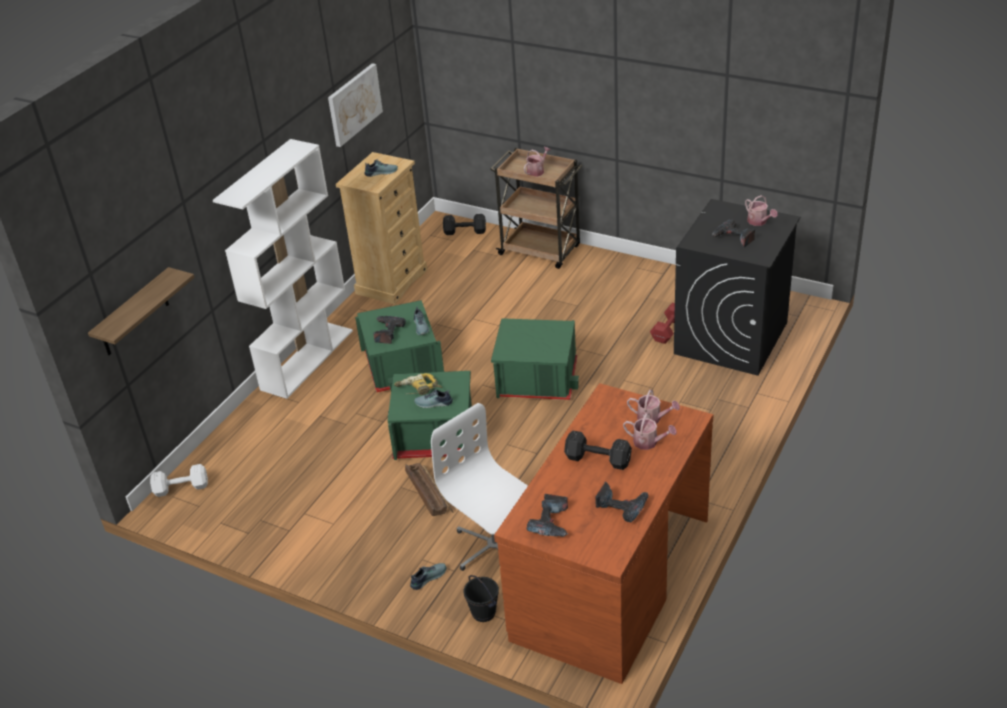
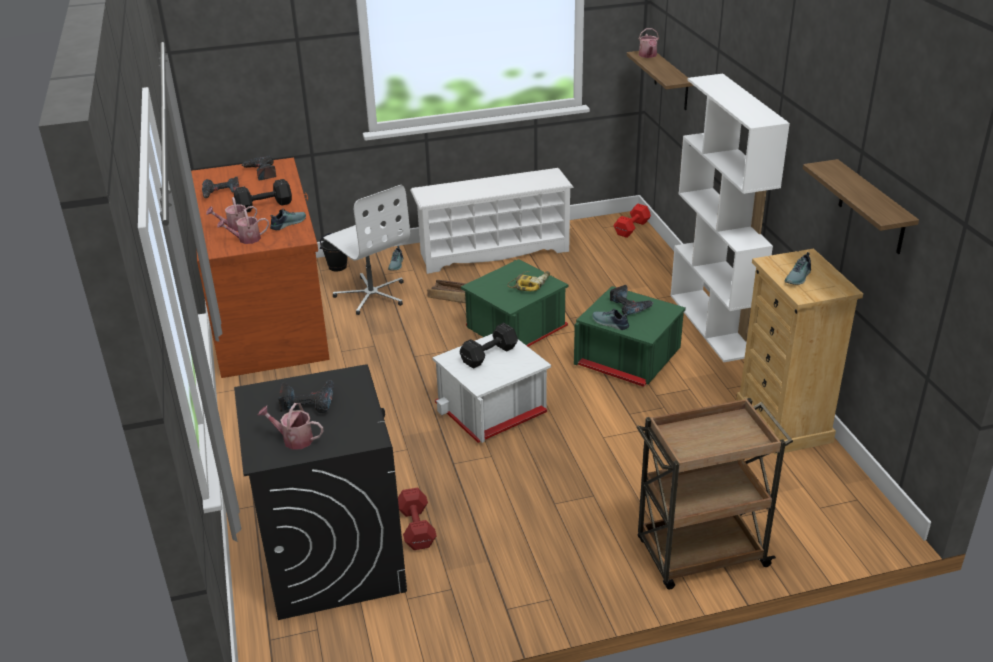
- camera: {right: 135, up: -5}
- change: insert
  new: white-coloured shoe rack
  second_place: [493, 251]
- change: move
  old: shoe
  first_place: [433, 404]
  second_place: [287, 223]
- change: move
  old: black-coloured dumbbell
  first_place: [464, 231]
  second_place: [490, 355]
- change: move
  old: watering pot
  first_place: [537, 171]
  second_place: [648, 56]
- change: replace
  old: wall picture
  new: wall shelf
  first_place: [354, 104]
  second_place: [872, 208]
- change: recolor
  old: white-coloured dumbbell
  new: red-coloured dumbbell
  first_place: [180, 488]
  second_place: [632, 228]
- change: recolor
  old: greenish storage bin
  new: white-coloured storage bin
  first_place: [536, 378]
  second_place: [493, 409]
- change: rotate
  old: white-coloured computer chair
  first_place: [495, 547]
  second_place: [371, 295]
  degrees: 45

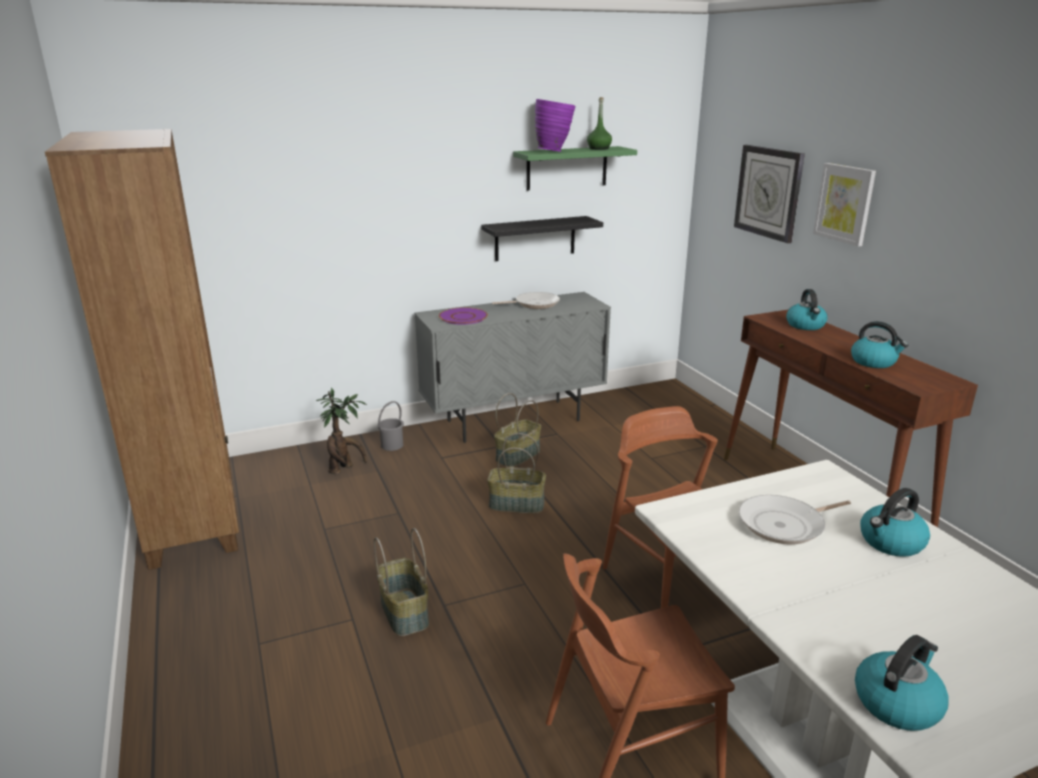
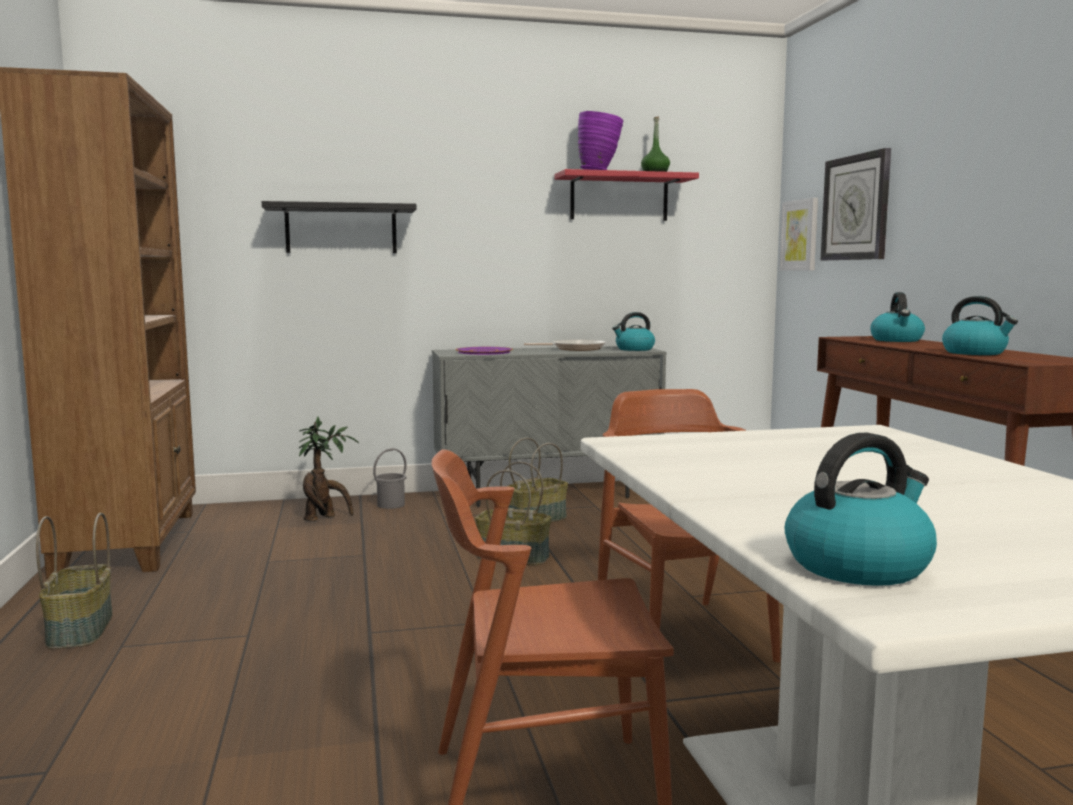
- camera: {right: 10, up: -15}
- change: delete
  old: skillet
  first_place: [785, 525]
- change: move
  old: basket
  first_place: [405, 612]
  second_place: [82, 630]
- change: move
  old: black-coloured wall shelf
  first_place: [535, 238]
  second_place: [341, 229]
- change: move
  old: wall picture
  first_place: [844, 203]
  second_place: [800, 235]
- change: move
  old: tea kettle
  first_place: [891, 542]
  second_place: [634, 349]
- change: recolor
  old: greenish wall shelf
  new: red-coloured wall shelf
  first_place: [567, 168]
  second_place: [619, 197]

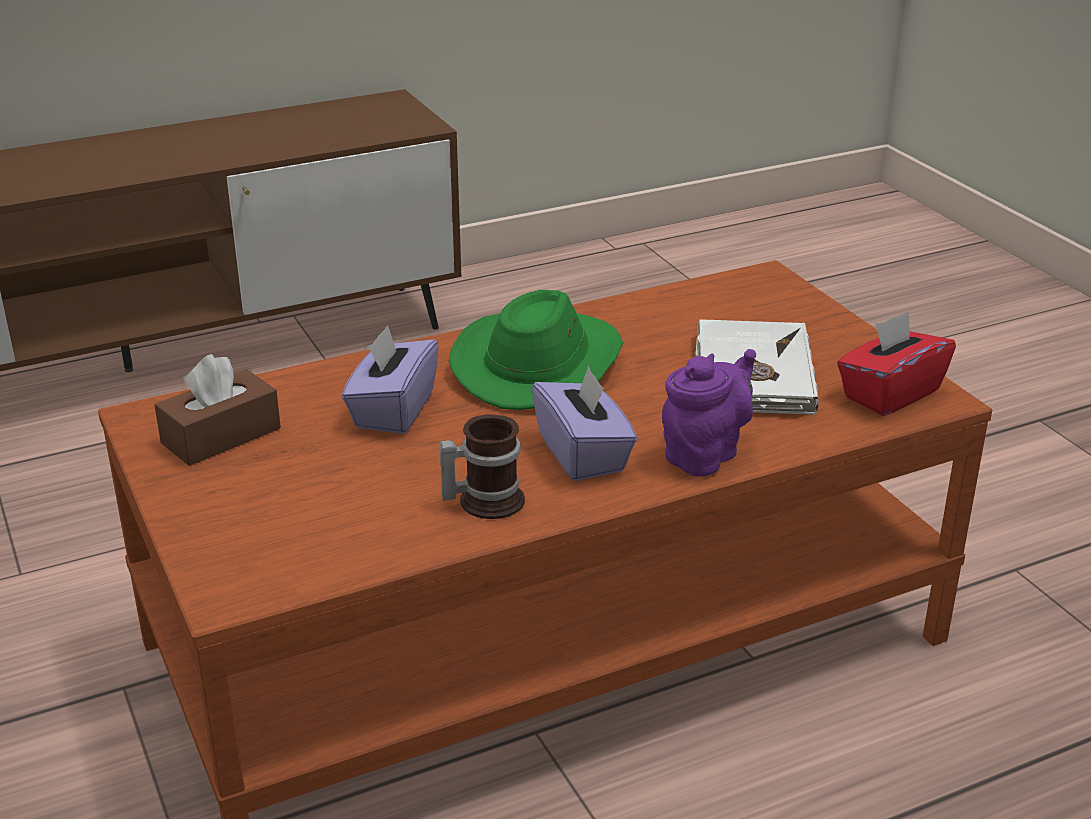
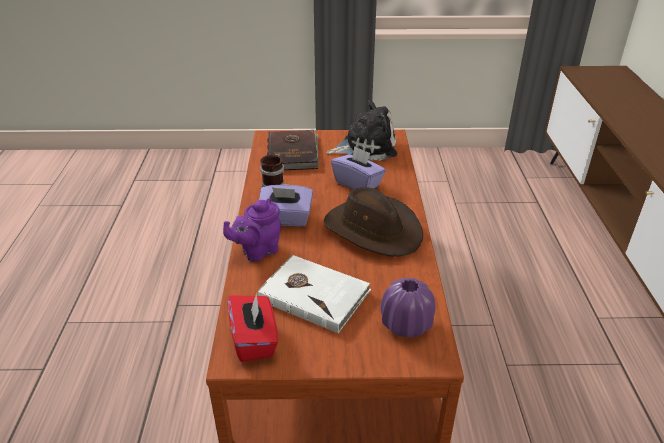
- camera: {right: 115, up: 5}
- change: insert
  new: brown volume
  second_place: [293, 152]
- change: insert
  new: purple vase
  second_place: [406, 324]
- change: replace
  old: brown tissue box
  new: soft toy
  first_place: [221, 436]
  second_place: [365, 147]
- change: recolor
  old: greenish wearable hat
  new: brown wearable hat
  first_place: [538, 364]
  second_place: [373, 229]
- change: rotate
  old: purple teapot
  first_place: [705, 454]
  second_place: [257, 251]
  degrees: 75

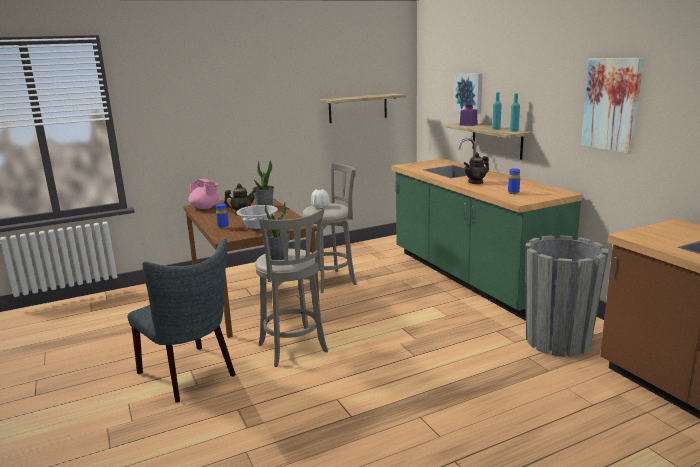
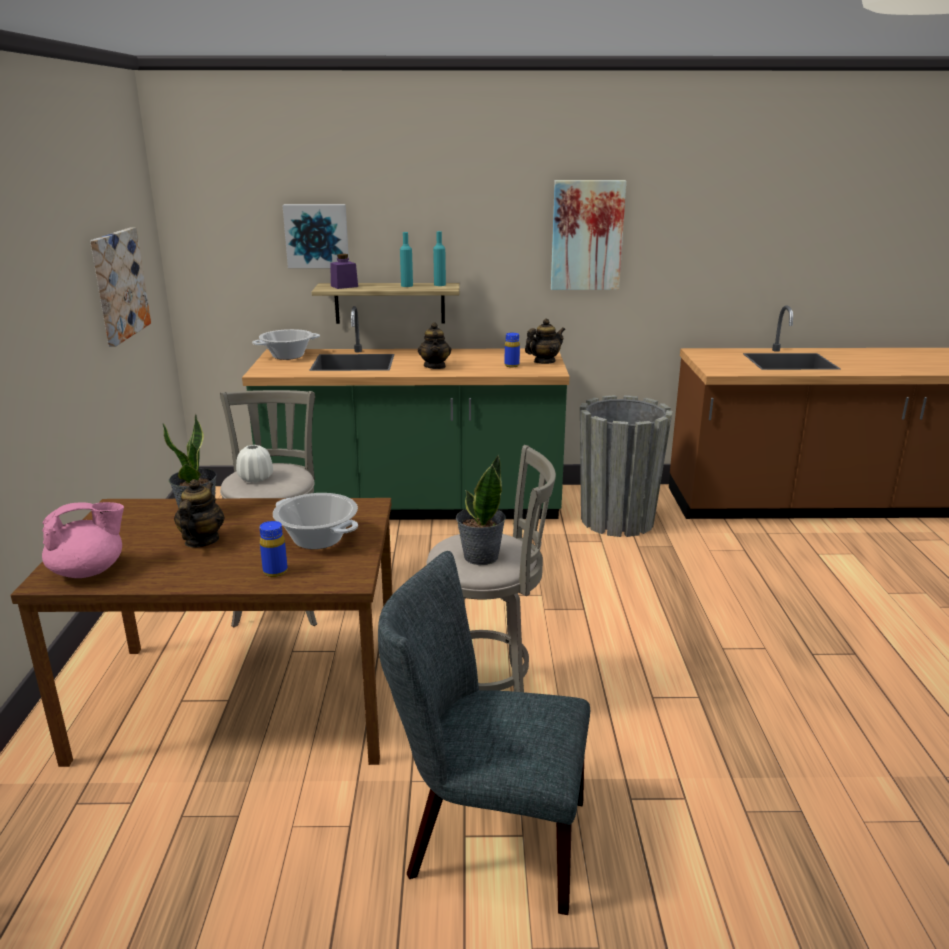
- camera: {right: -65, up: 5}
- change: insert
  new: saucepot
  second_place: [288, 356]
- change: insert
  new: teapot
  second_place: [544, 362]
- change: replace
  old: wall shelf
  new: wall picture
  first_place: [358, 108]
  second_place: [118, 285]
- change: rotate
  old: greyish chair
  first_place: [191, 375]
  second_place: [485, 838]
  degrees: -150

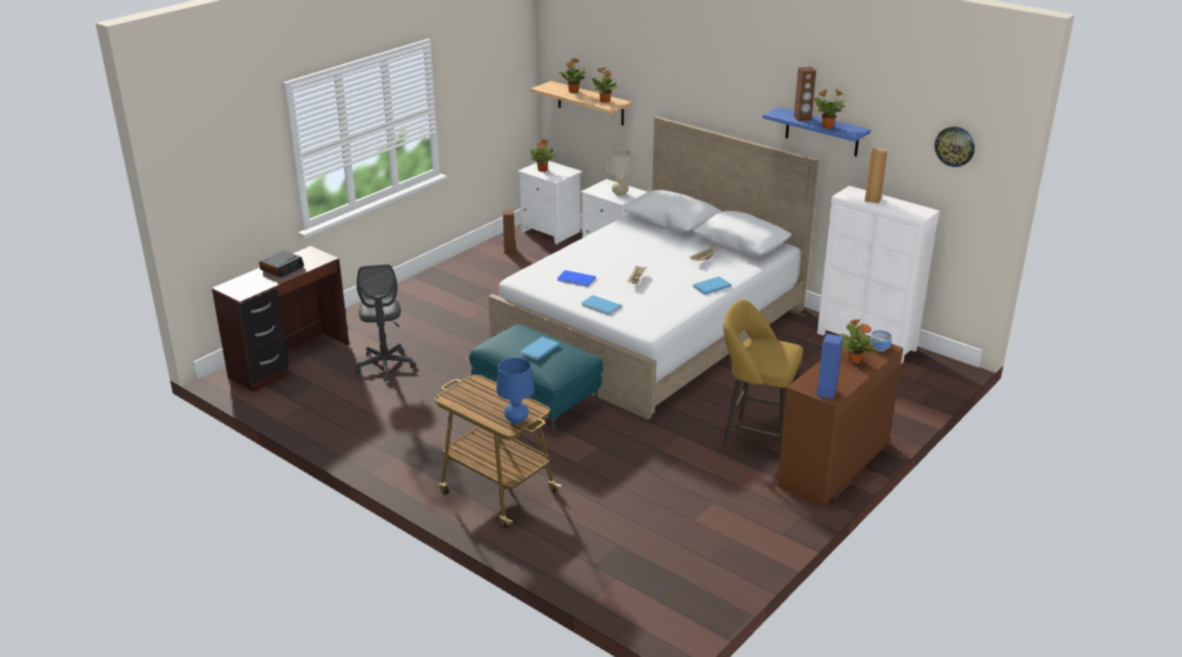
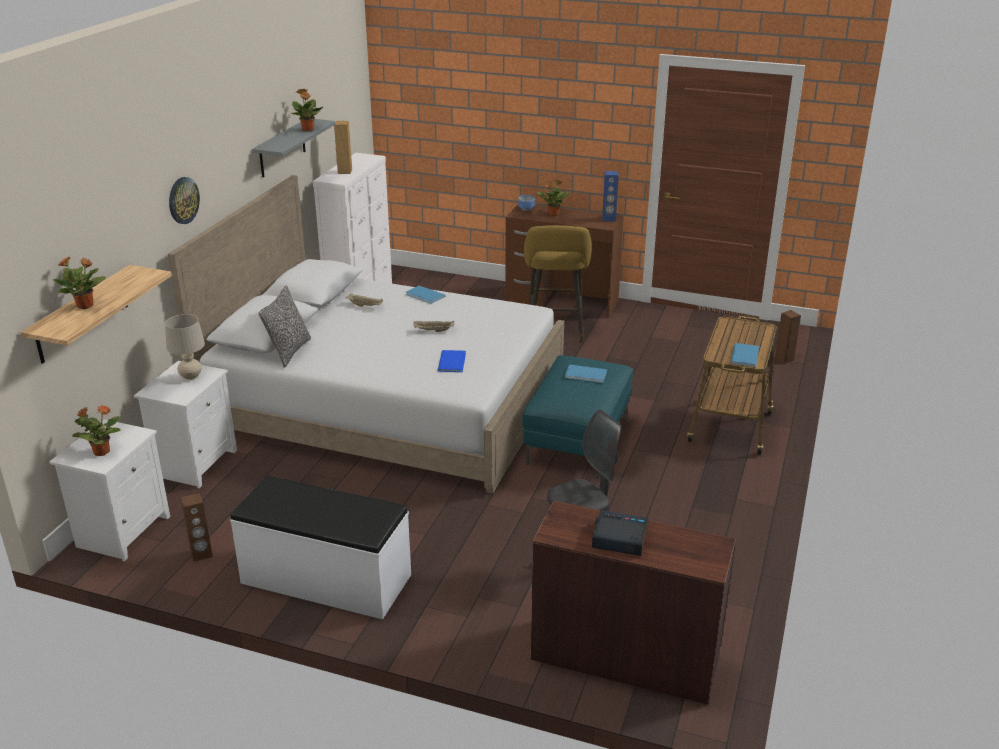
- camera: {right: -110, up: 0}
- change: delete
  old: blue-coloured table lamp
  first_place: [516, 420]
- change: delete
  old: potted plant
  first_place: [605, 101]
- change: insert
  new: white-coloured indoor bench
  second_place: [325, 579]
- change: insert
  new: cushion
  second_place: [289, 351]
- change: move
  old: blue-coloured volume
  first_place: [601, 306]
  second_place: [746, 355]
- change: move
  old: brown audio speaker
  first_place: [802, 118]
  second_place: [784, 359]
- change: move
  old: wall clock
  first_place: [955, 146]
  second_place: [183, 200]
- change: recolor
  old: blue-coloured wall shelf
  new: greyish wall shelf
  first_place: [822, 132]
  second_place: [282, 148]

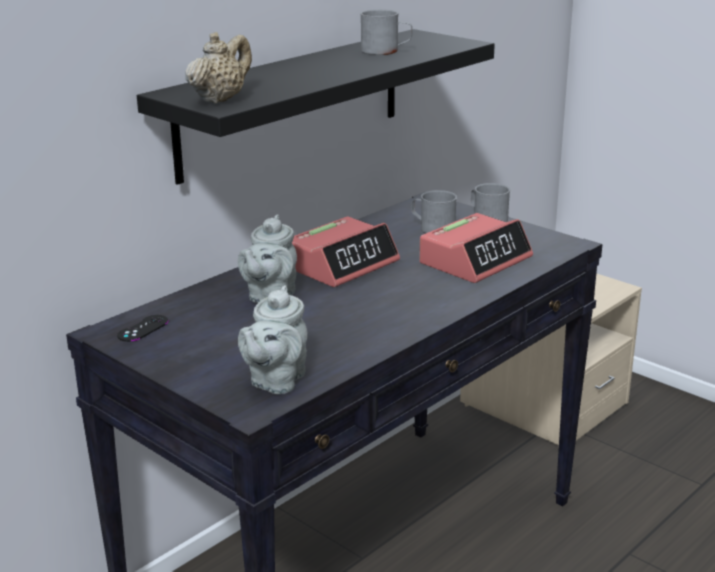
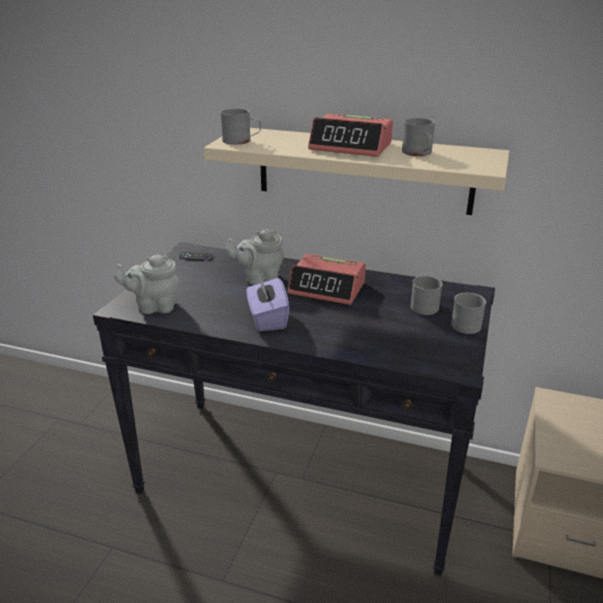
- camera: {right: 65, up: 5}
- change: insert
  new: purple tissue box
  second_place: [267, 319]
- change: move
  old: alarm clock
  first_place: [475, 260]
  second_place: [351, 146]
- change: replace
  old: beige-coloured teapot
  new: greyish coffee mug
  first_place: [220, 99]
  second_place: [241, 141]
- change: recolor
  old: black-coloured wall shelf
  new: beige-coloured wall shelf
  first_place: [292, 103]
  second_place: [363, 170]

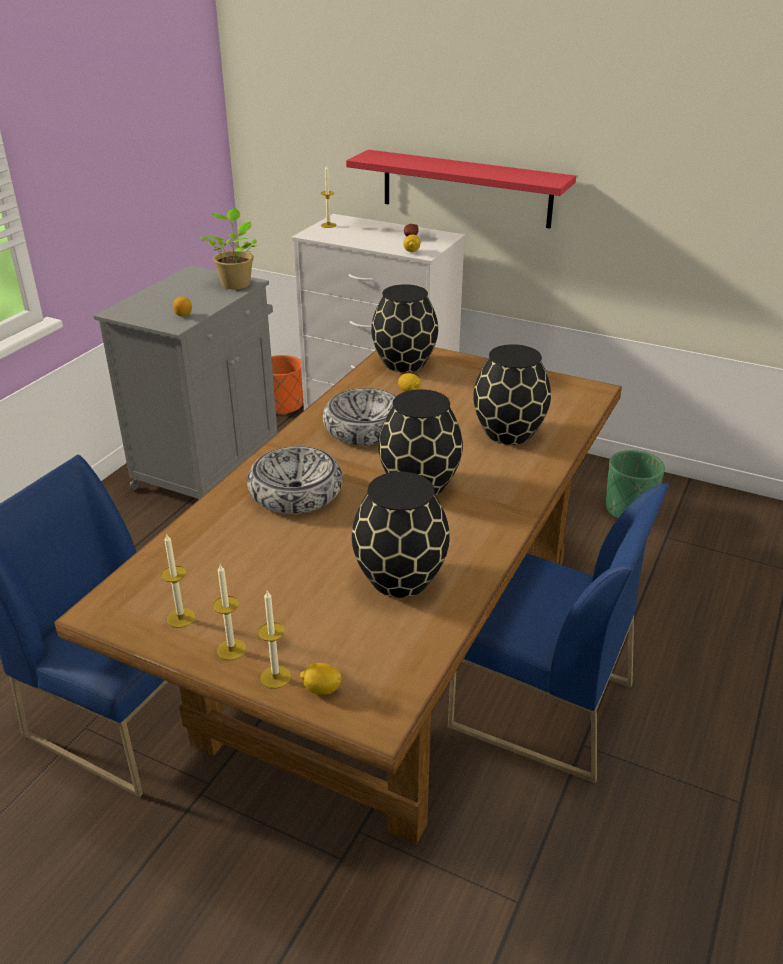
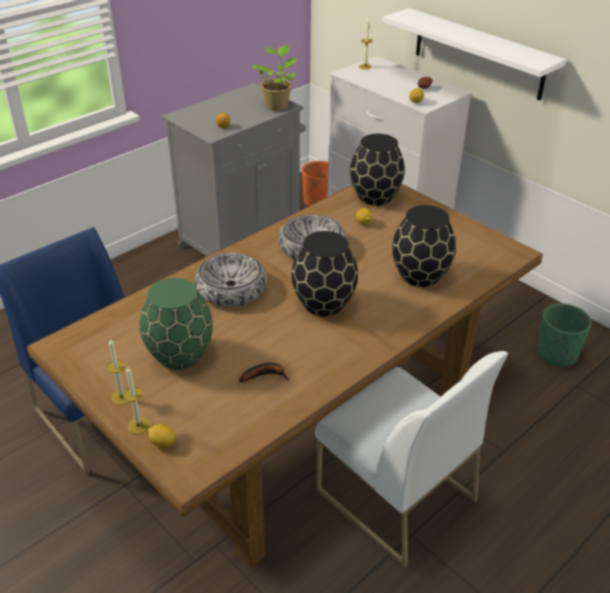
- camera: {right: 20, up: 5}
- change: delete
  old: wax candle
  first_place: [181, 618]
- change: insert
  new: greenish vase
  second_place: [179, 355]
- change: replace
  old: black-coloured vase
  new: whole banana
  first_place: [401, 578]
  second_place: [265, 375]
- change: recolor
  old: red-coloured wall shelf
  new: white-coloured wall shelf
  first_place: [466, 188]
  second_place: [478, 54]
- change: recolor
  old: blue-coloured chair
  new: white-coloured chair
  first_place: [540, 706]
  second_place: [394, 495]

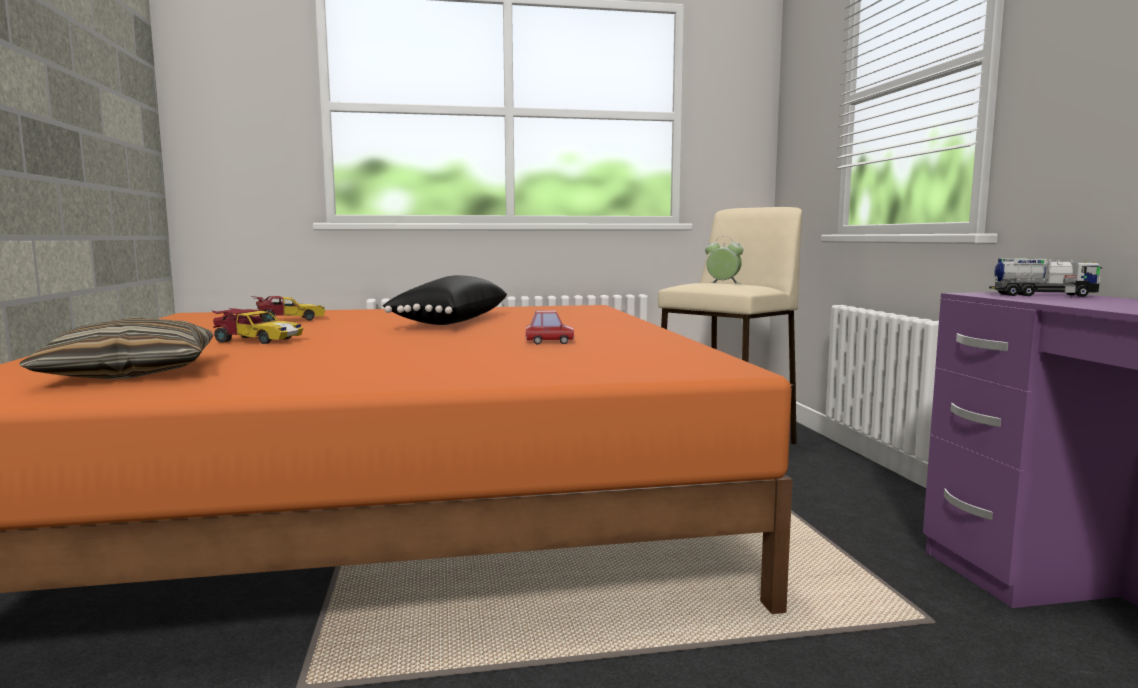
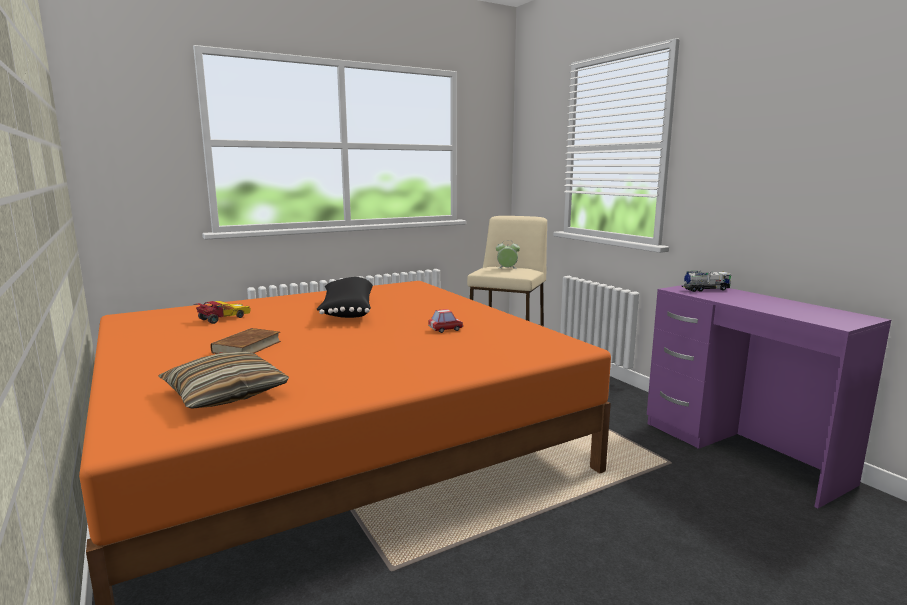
- camera: {right: -20, up: 5}
- change: replace
  old: toy car
  new: brown volume
  first_place: [256, 340]
  second_place: [246, 347]

